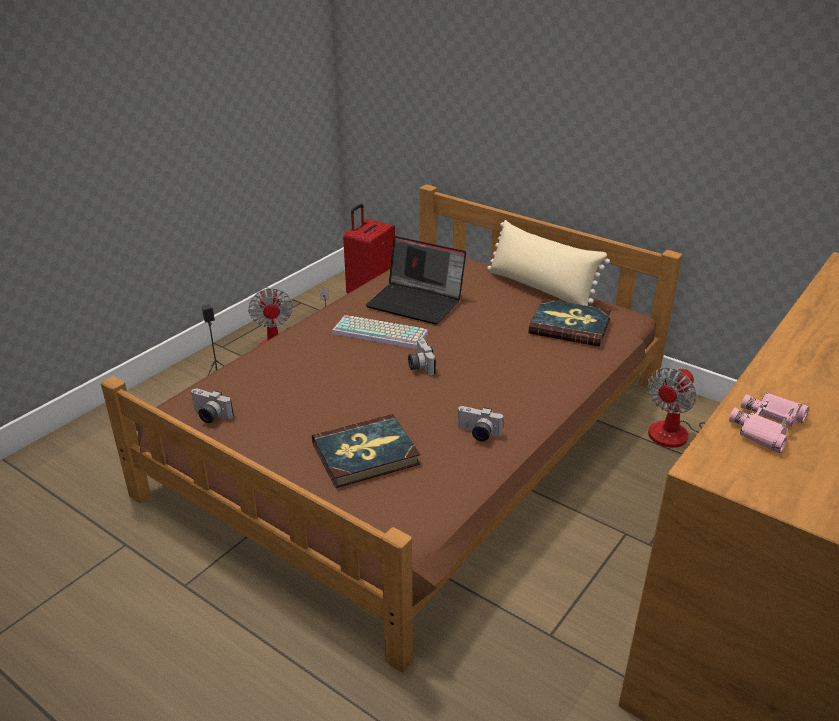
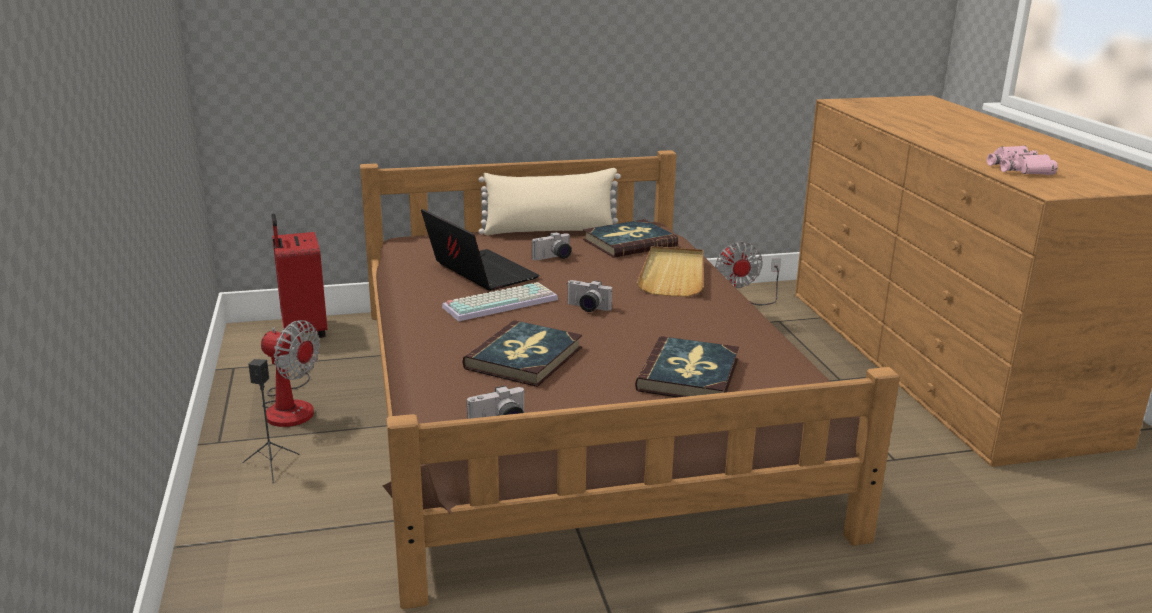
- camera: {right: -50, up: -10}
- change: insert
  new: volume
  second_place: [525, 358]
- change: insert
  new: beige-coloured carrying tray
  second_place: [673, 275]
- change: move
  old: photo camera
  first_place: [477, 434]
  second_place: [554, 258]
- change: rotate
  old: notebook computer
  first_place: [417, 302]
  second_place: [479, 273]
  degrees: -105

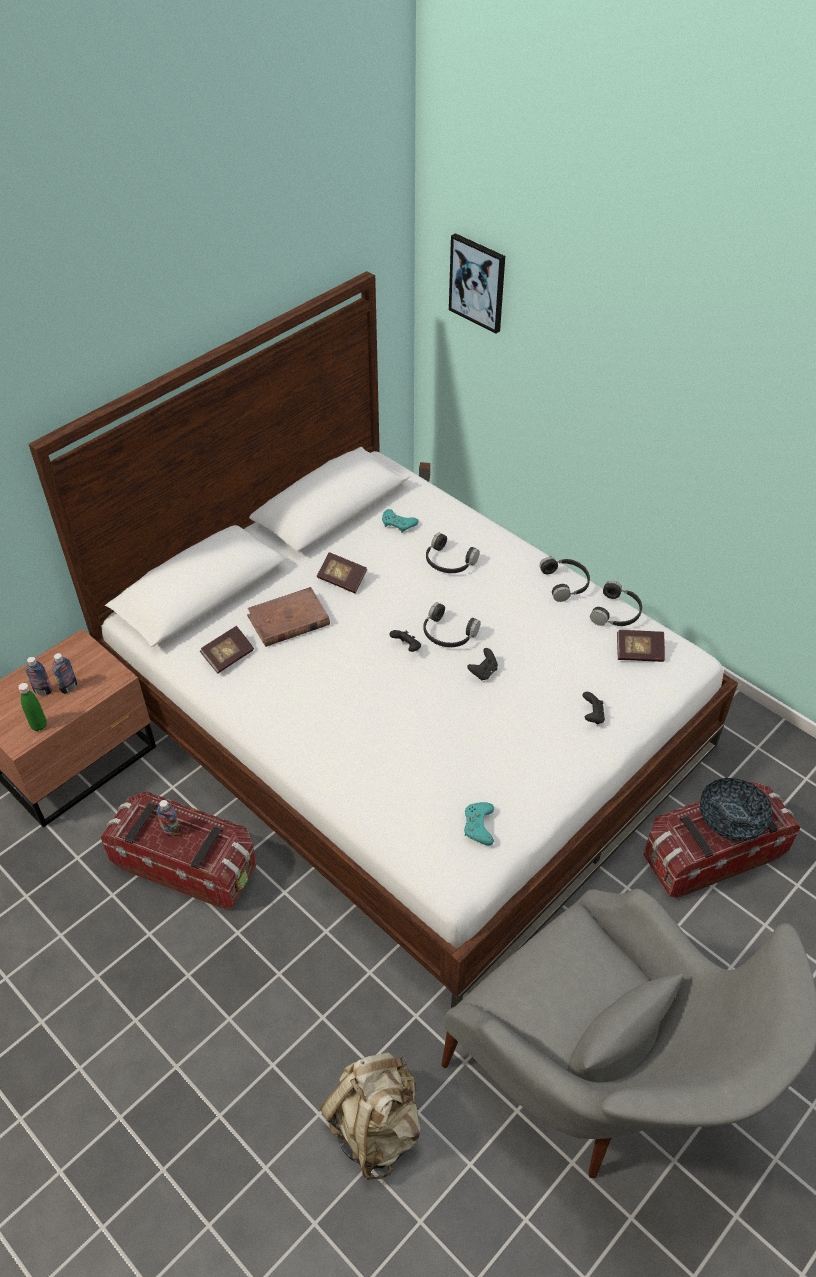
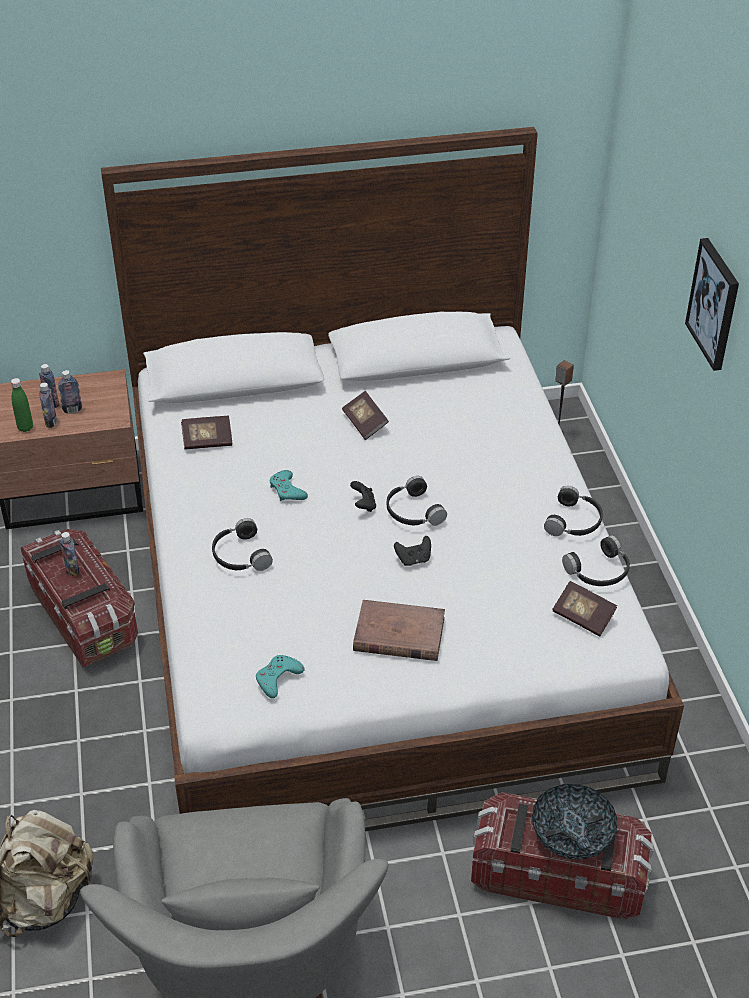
- camera: {right: 35, up: -5}
- change: delete
  old: black-coloured gamepad
  first_place: [592, 716]
- change: insert
  new: beverage bottle
  second_place: [51, 422]
- change: move
  old: brown volume
  first_place: [288, 620]
  second_place: [398, 635]
- change: move
  old: turquoise-coloured gamepad
  first_place: [398, 523]
  second_place: [287, 490]
- change: move
  old: black-coloured headphones
  first_place: [448, 562]
  second_place: [239, 555]
- change: move
  old: wall picture
  first_place: [478, 282]
  second_place: [714, 304]

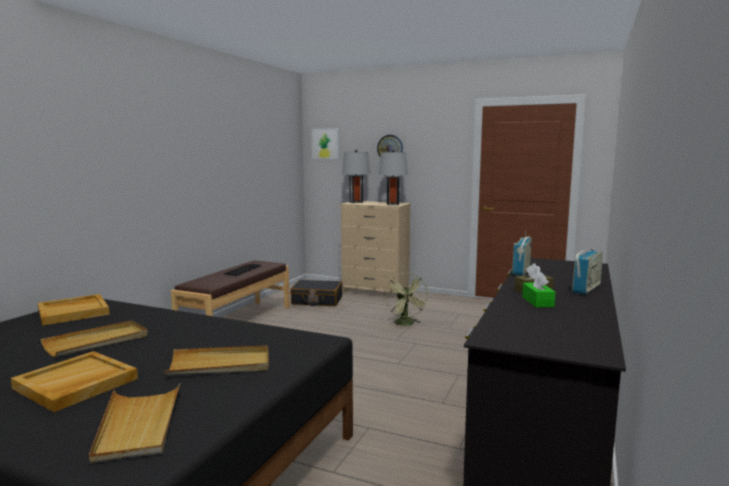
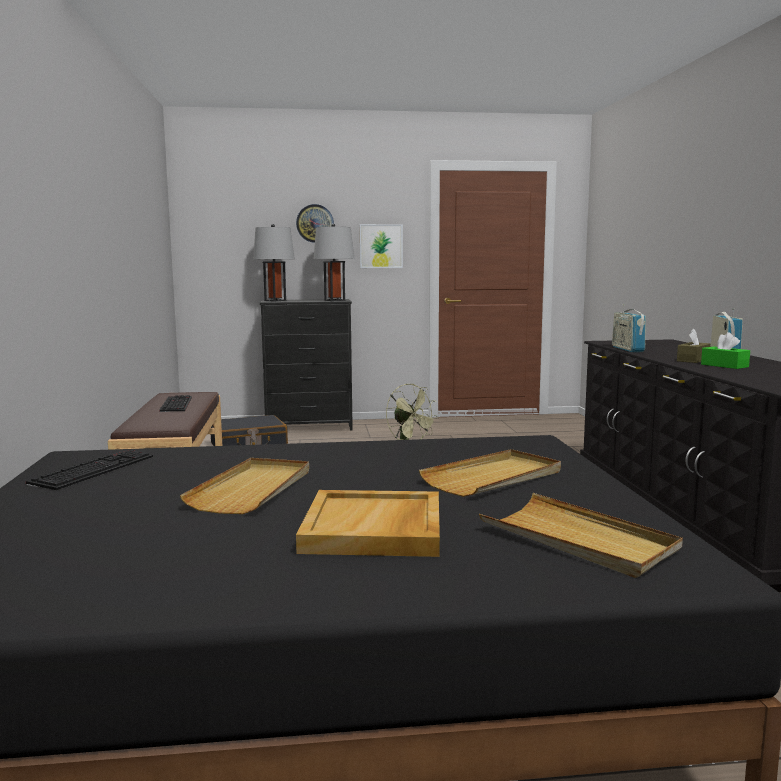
- camera: {right: -30, up: 0}
- change: move
  old: wall picture
  first_place: [325, 143]
  second_place: [381, 246]
- change: replace
  old: beige-coloured carrying tray
  new: computer keyboard
  first_place: [74, 312]
  second_place: [93, 469]
- change: recolor
  old: beige-coloured drawer chest
  new: black-coloured drawer chest
  first_place: [375, 291]
  second_place: [309, 426]

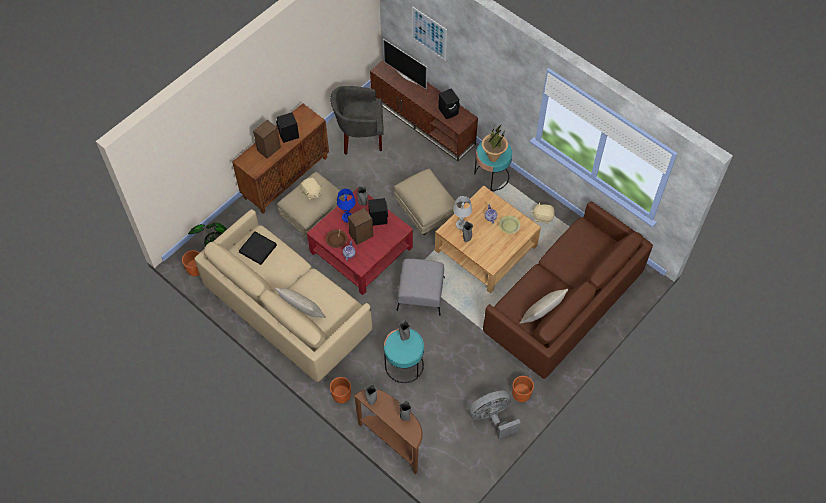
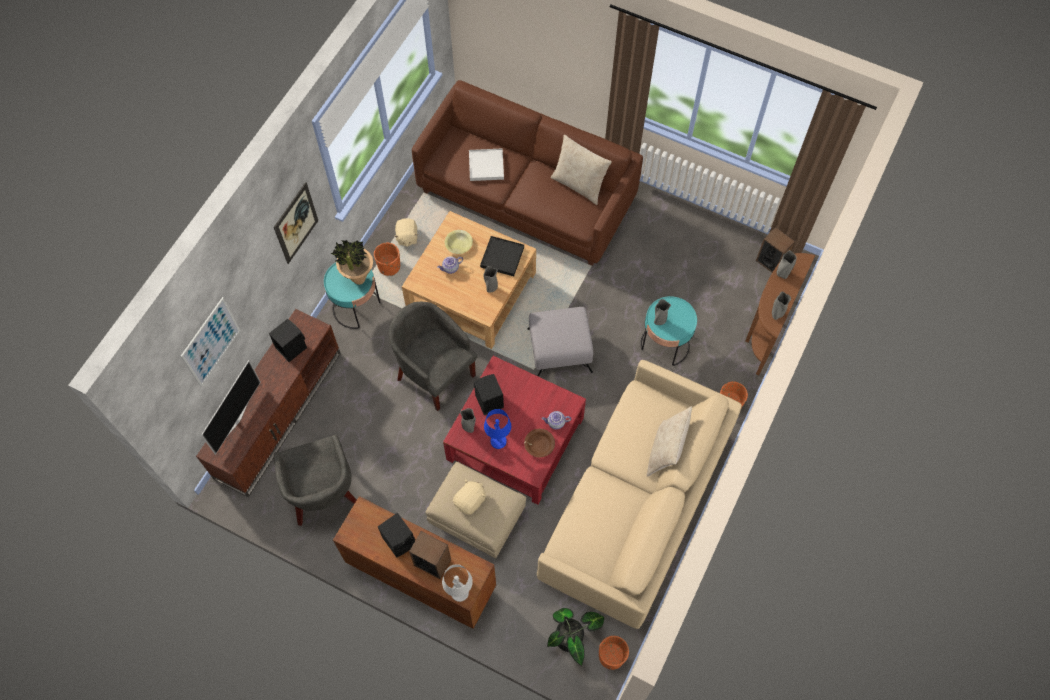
- camera: {right: -105, up: 5}
- change: delete
  old: greyish cooling fan
  first_place: [492, 418]
- change: insert
  new: wall picture
  second_place: [296, 223]
- change: insert
  new: white-coloured carrying tray
  second_place: [486, 166]
- change: move
  old: black-coloured carrying tray
  first_place: [258, 249]
  second_place: [502, 257]
- change: move
  old: audio speaker
  first_place: [361, 235]
  second_place: [770, 261]
- change: move
  old: white-coloured table lamp
  first_place: [461, 225]
  second_place: [460, 592]
- change: move
  old: orangey plant pot
  first_place: [521, 394]
  second_place: [389, 266]
- change: replace
  old: beige-coloured footrest
  new: greyish easy chair
  first_place: [426, 212]
  second_place: [434, 373]

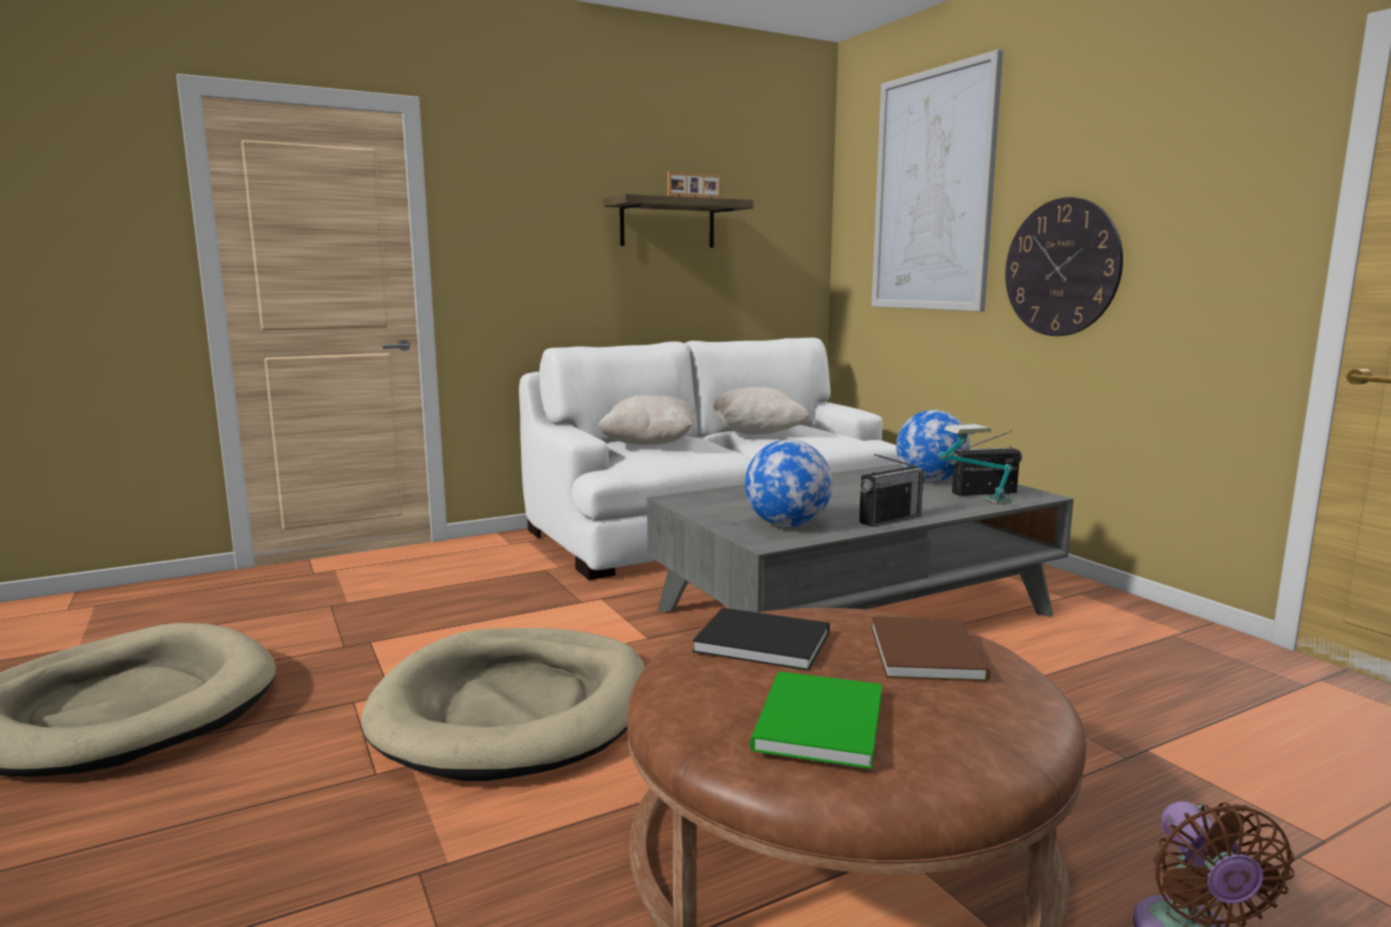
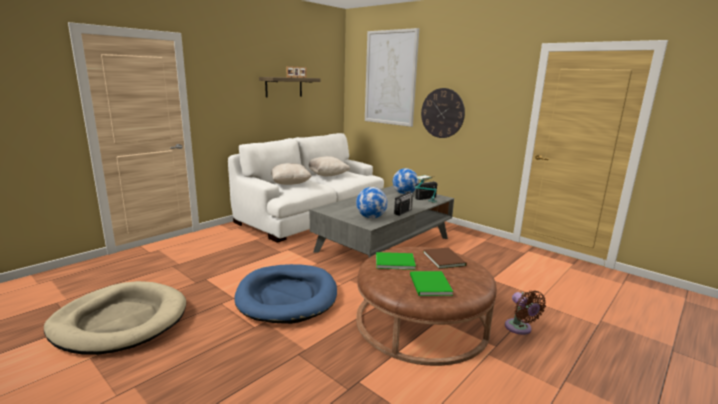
- camera: {right: -20, up: 5}
- change: recolor
  old: beige-coloured dog bed
  new: blue-coloured dog bed
  first_place: [514, 709]
  second_place: [287, 296]
- change: recolor
  old: black-coloured volume
  new: greenish volume
  first_place: [759, 640]
  second_place: [393, 261]

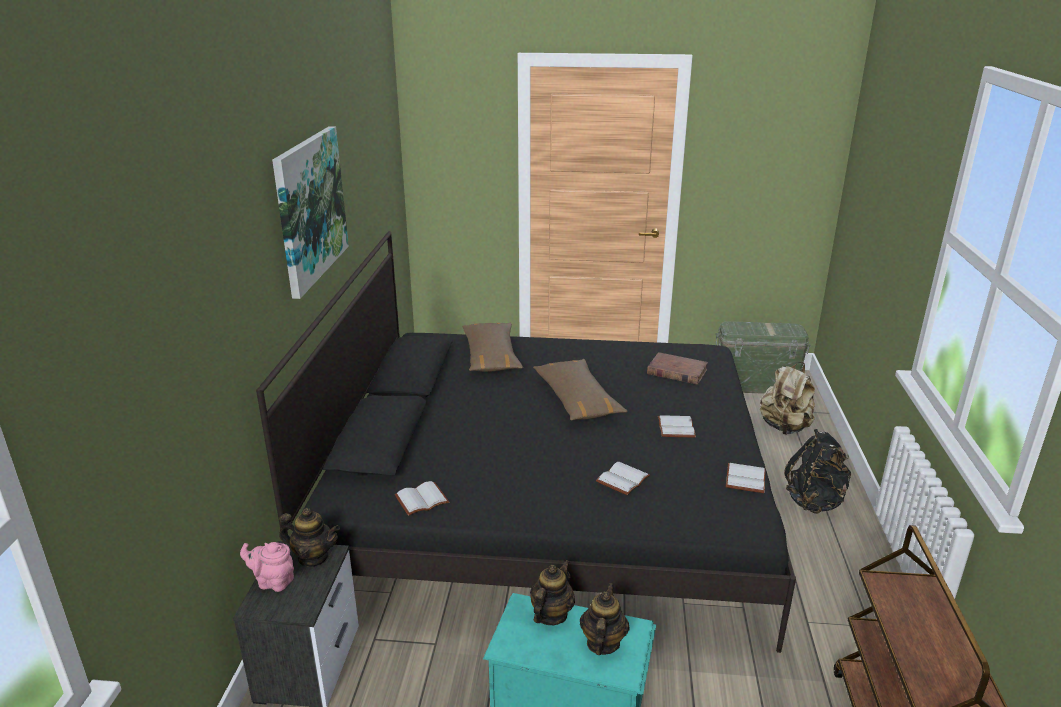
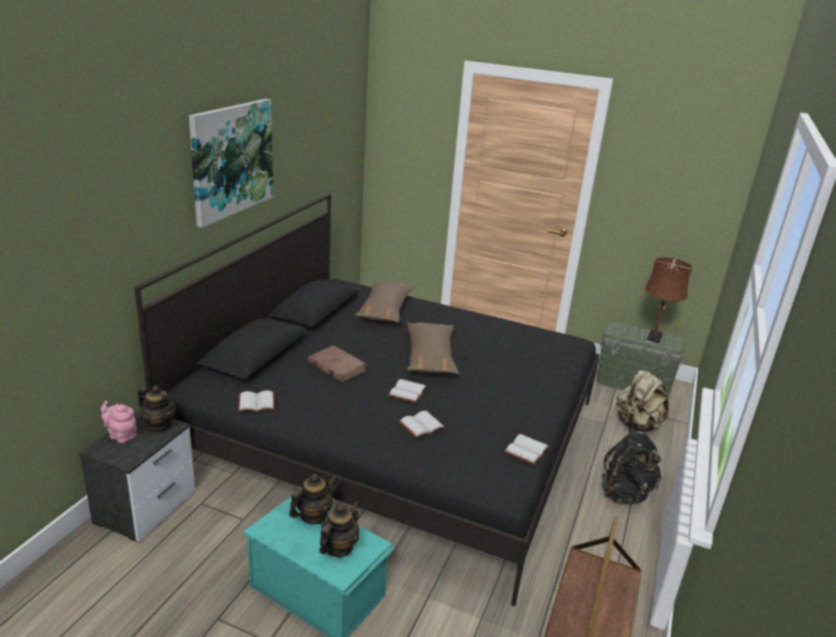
- camera: {right: 15, up: 0}
- change: insert
  new: brown table lamp
  second_place: [654, 336]
- change: move
  old: brown volume
  first_place: [676, 371]
  second_place: [336, 366]
- change: move
  old: white-coloured volume
  first_place: [674, 427]
  second_place: [406, 391]

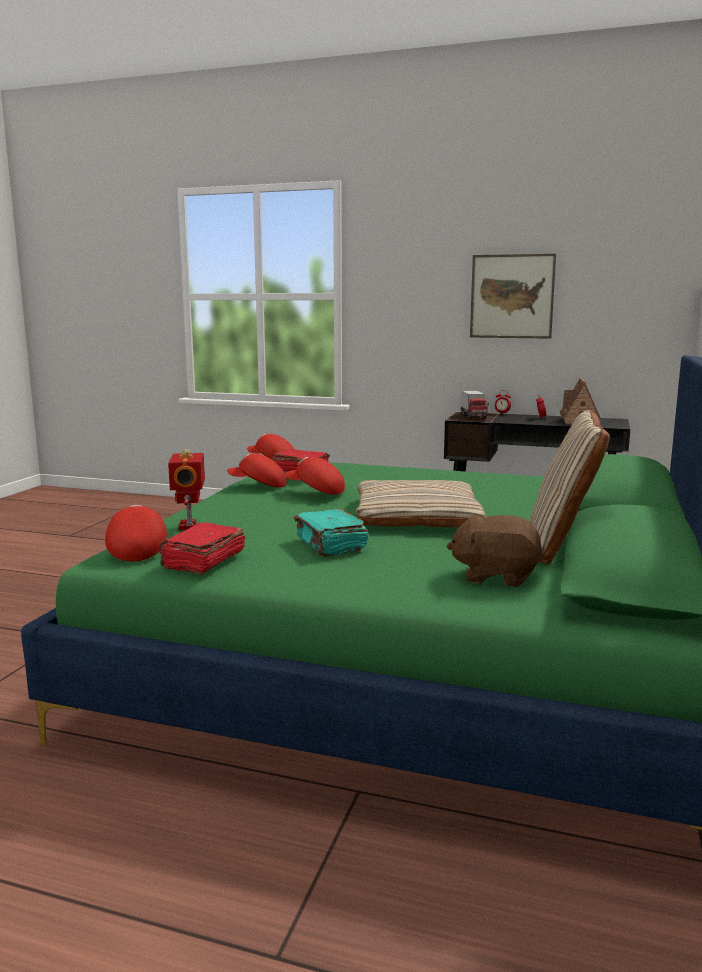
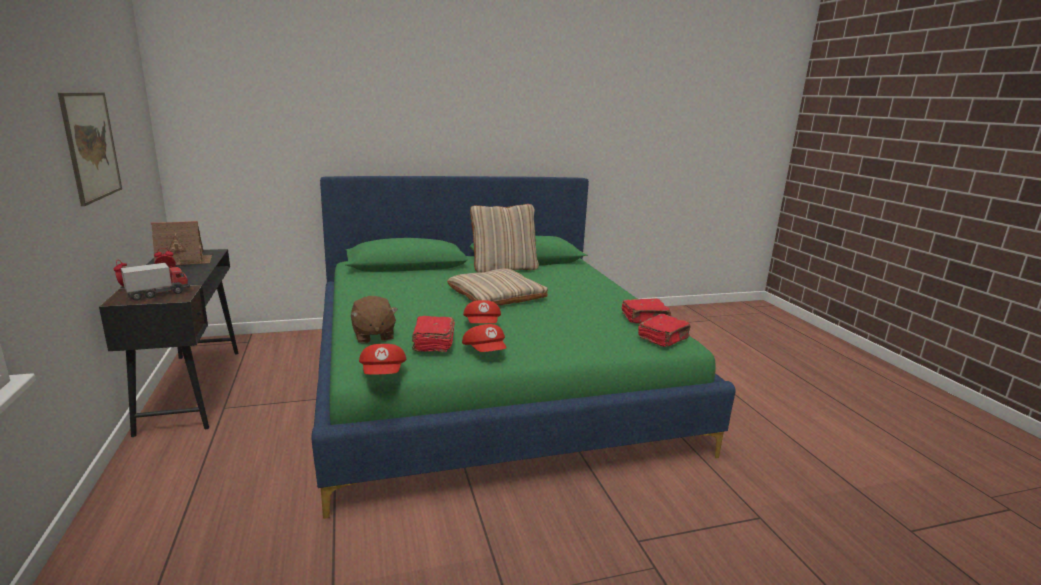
- camera: {right: -125, up: 5}
- change: delete
  old: robot figure
  first_place: [189, 526]
- change: delete
  old: turquoise-coloured volume
  first_place: [330, 545]
- change: move
  old: brown soft toy
  first_place: [495, 576]
  second_place: [373, 336]
- change: replace
  old: red-coloured baseball cap
  new: red-coloured volume
  first_place: [136, 549]
  second_place: [663, 339]

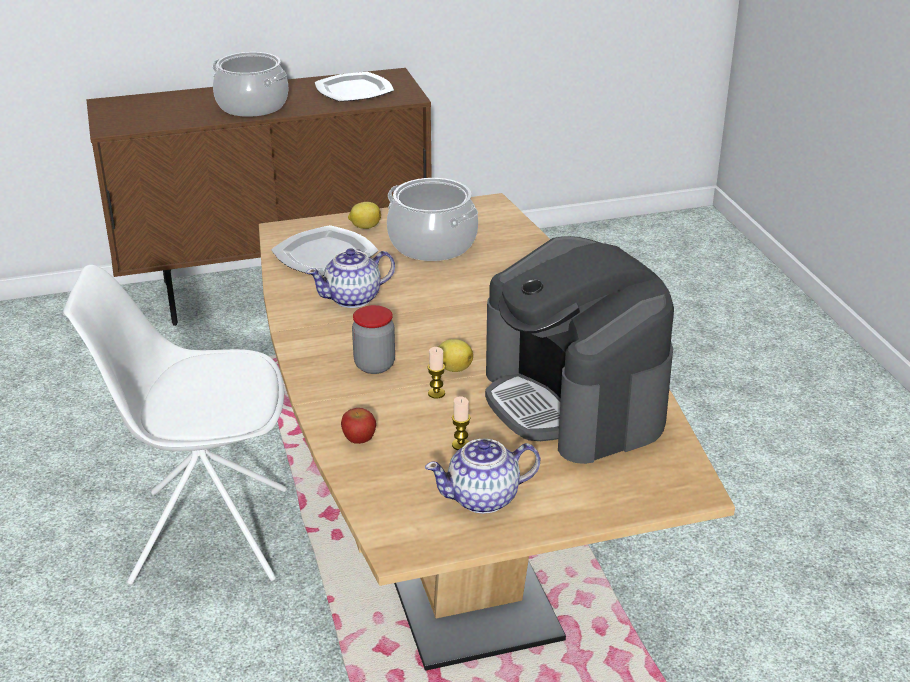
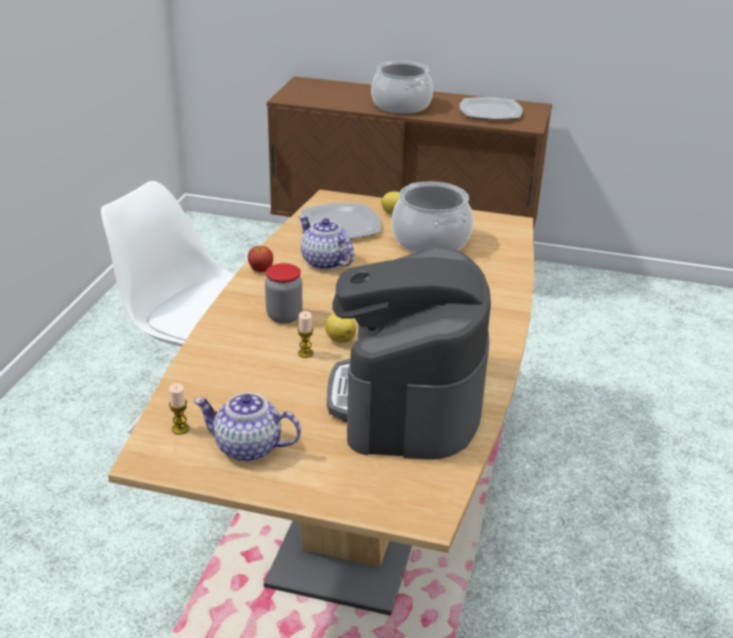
- camera: {right: 30, up: 0}
- change: move
  old: whole apple
  first_place: [359, 439]
  second_place: [260, 269]
- change: move
  old: wax candle
  first_place: [461, 445]
  second_place: [180, 429]
- change: rotate
  old: teapot
  first_place: [353, 298]
  second_place: [325, 262]
  degrees: 45

